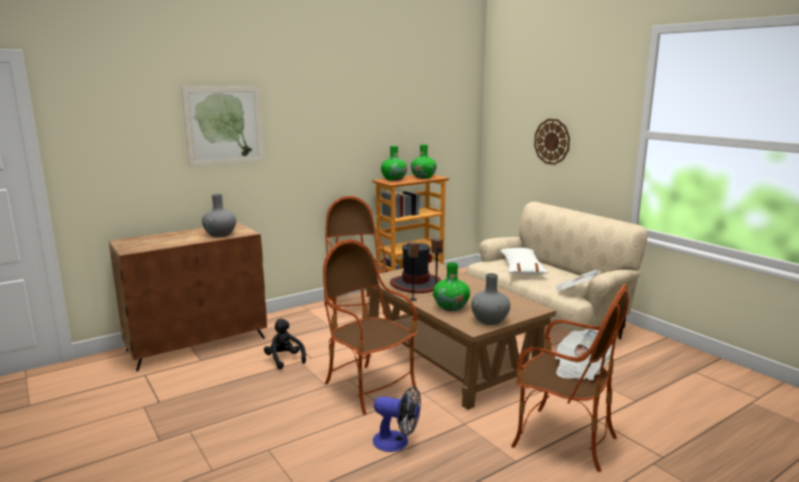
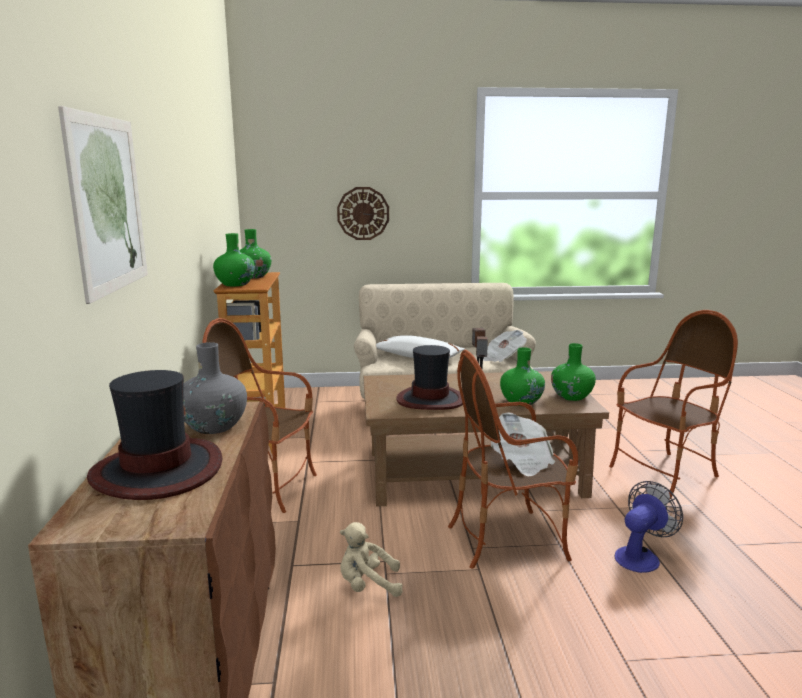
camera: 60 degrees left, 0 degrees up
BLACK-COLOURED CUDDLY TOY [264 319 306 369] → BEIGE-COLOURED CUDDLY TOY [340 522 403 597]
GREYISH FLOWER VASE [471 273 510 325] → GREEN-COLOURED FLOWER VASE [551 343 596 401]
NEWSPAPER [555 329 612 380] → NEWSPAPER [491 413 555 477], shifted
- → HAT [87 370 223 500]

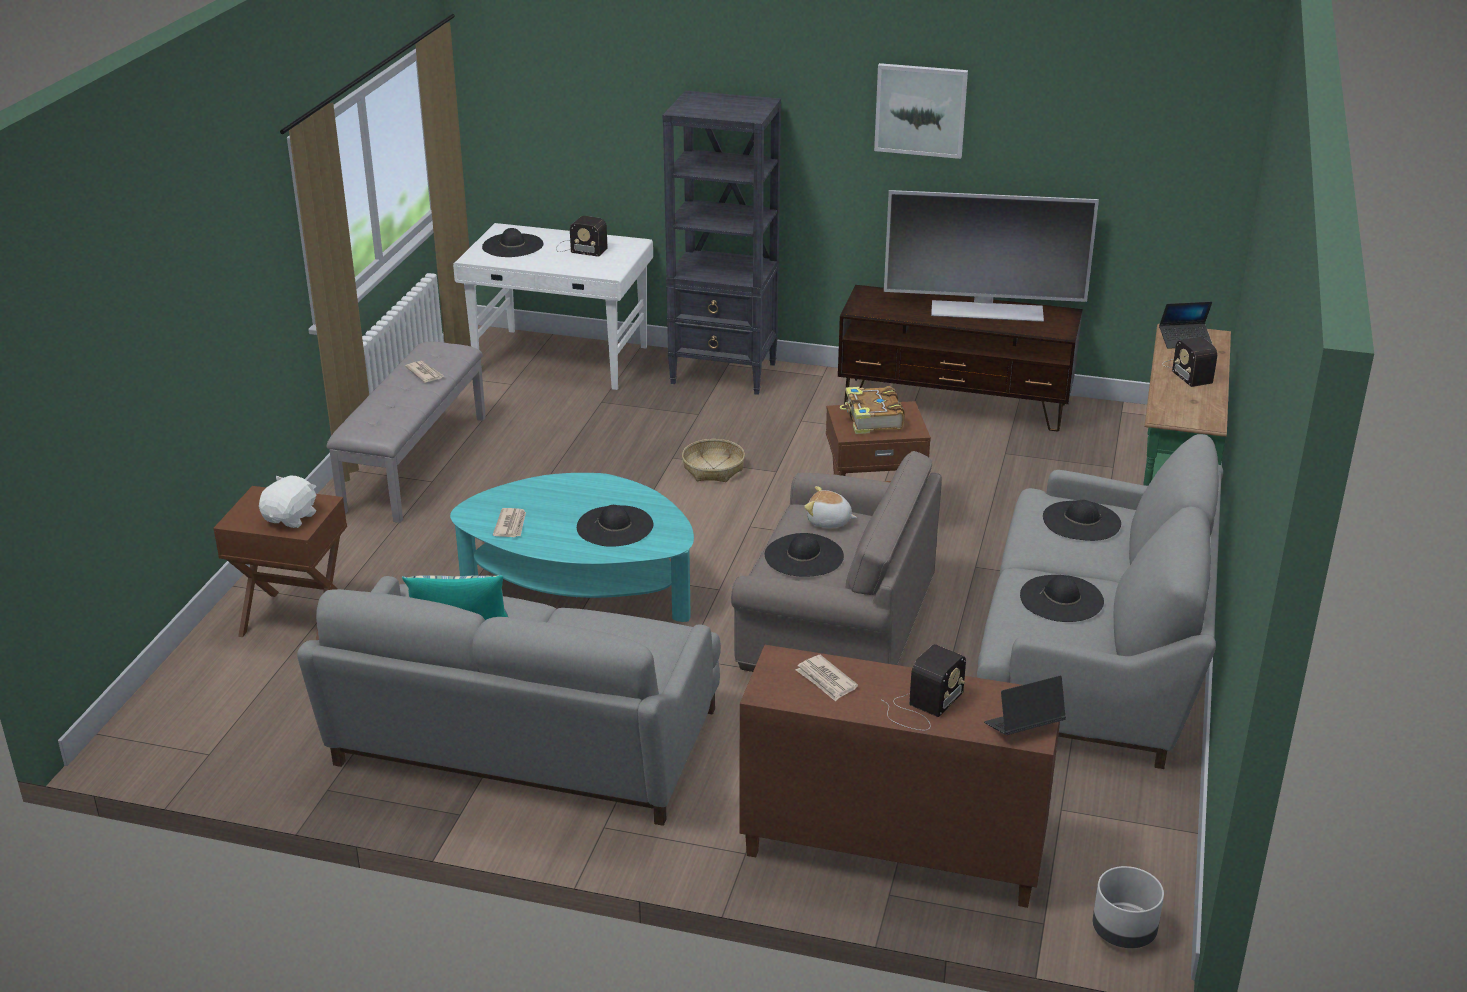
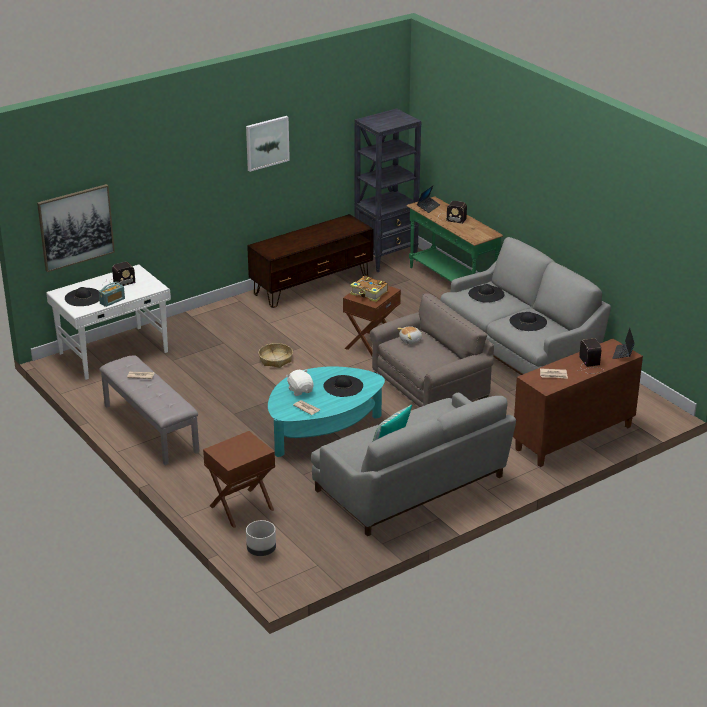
camera: 50 degrees left, 0 degrees up
WHITE-COLOURED CUDDLY TOY [259 475 316 528] → WHITE-COLOURED CUDDLY TOY [286 369 314 396], shifted
BLACK-COLOURED BOOKCASE [663 91 781 395] → BLACK-COLOURED BOOKCASE [355 108 422 272], shifted
BLACK-COLOURED HAT [765 533 844 577] → -
TELEVISION [884 190 1099 322] → -
GREYISH PLANTER [1093 866 1164 948] → GREYISH PLANTER [246 520 276 556], shifted
- → WALL ART [37 184 115 272]
- → RADIO SET [99 282 125 307]

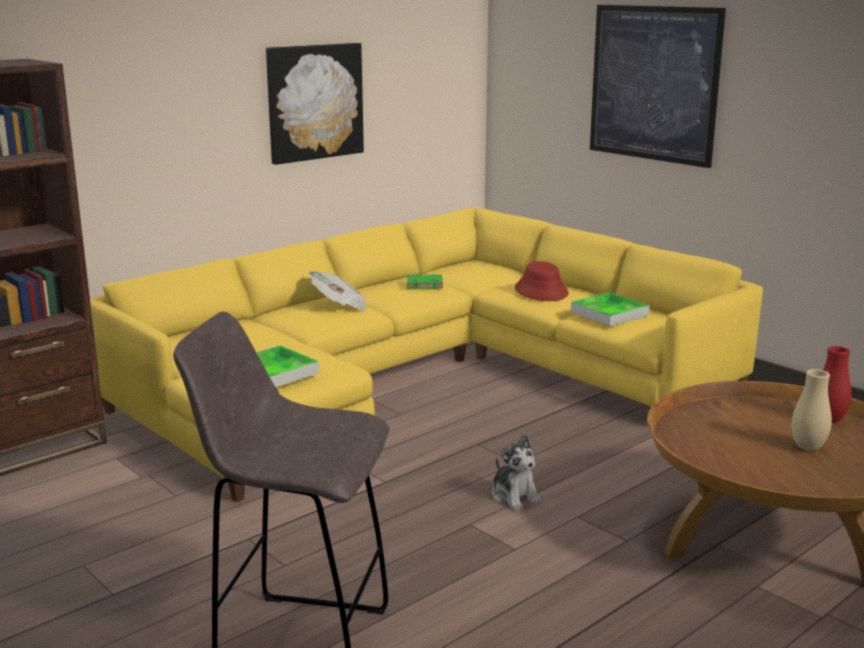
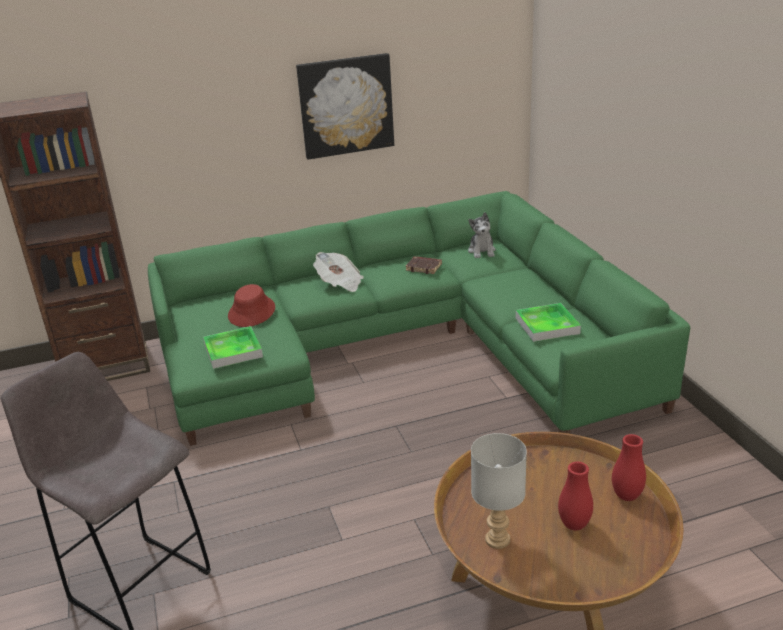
camera: 25 degrees right, 10 degrees up
YELLOWISH SETTEE [90 207 763 502] → GREEN-COLOURED SETTEE [148 191 690 446]
GREEN-COLOURED BOUND BOOK [407 274 443 289] → BROWN-COLOURED BOUND BOOK [405 256 442 274]
CUDDLY TOY [492 434 542 510] → CUDDLY TOY [468 212 496 258], shifted
RED-COLOURED HAT [515 261 569 301] → RED-COLOURED HAT [228 284 275 327], shifted
WALL ART [590 5 726 168] → -
BEIGE-COLOURED FLOWER VASE [792 369 832 451] → RED-COLOURED FLOWER VASE [558 461 593 530]
- → GREYISH TABLETOP LAMP [471 433 527 549]

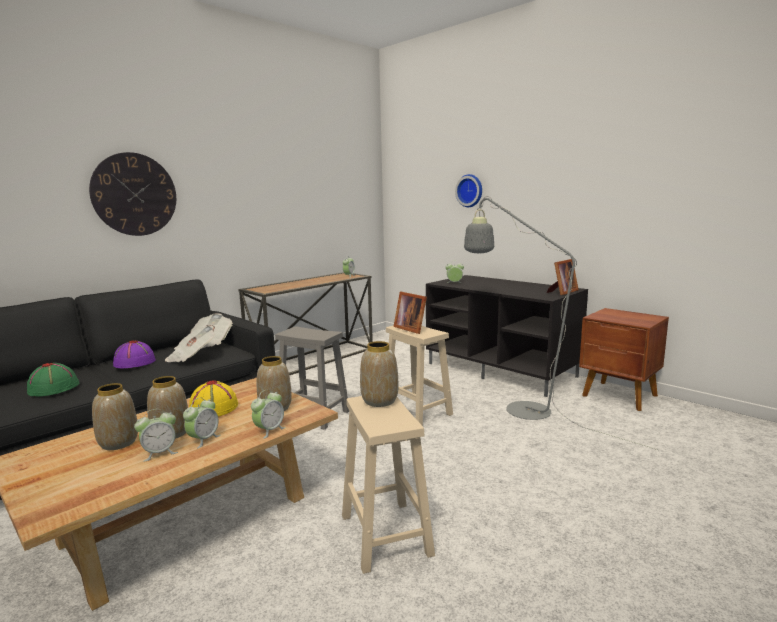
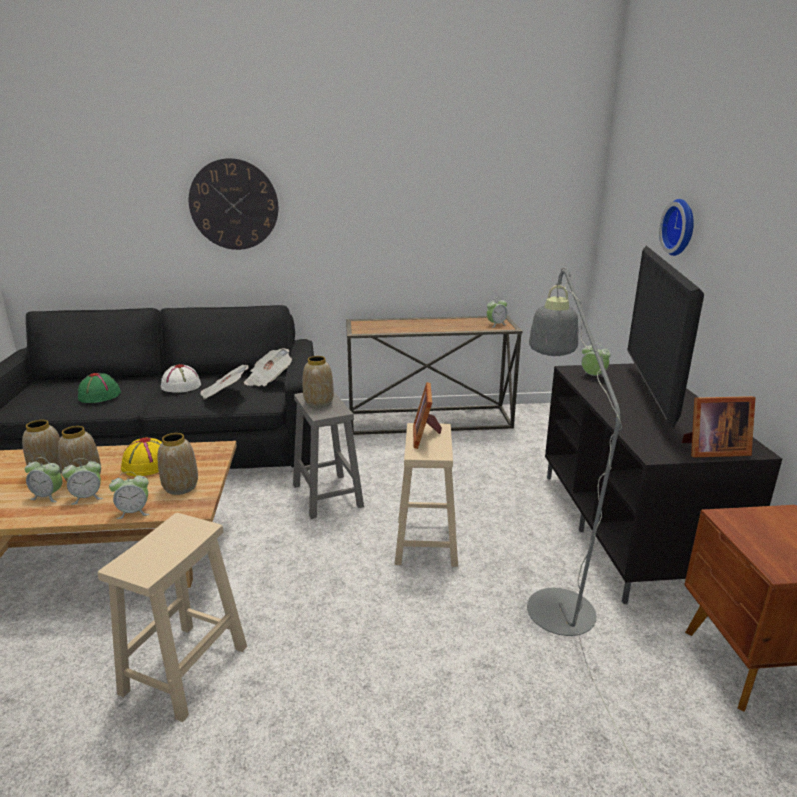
camera: 40 degrees right, 10 degrees up
PURPLE HAT [113 340 156 368] → WHITE-COLOURED HAT [161 364 201 393]
FLOWER VASE [360 341 398 407] → FLOWER VASE [303 356 334 408], shifted
- → TELEVISION [627 246 704 428]

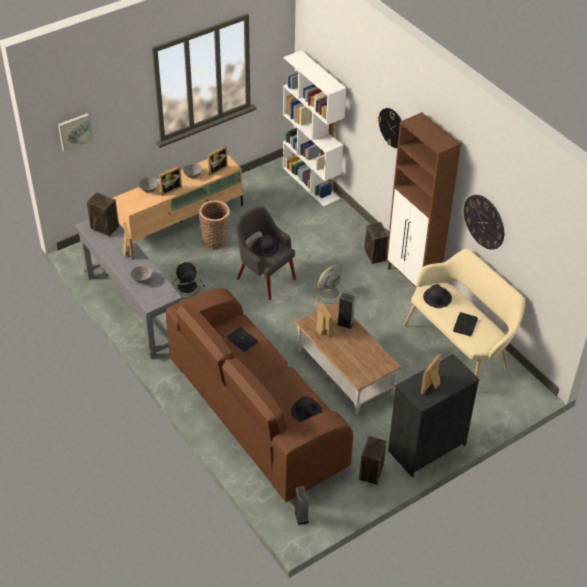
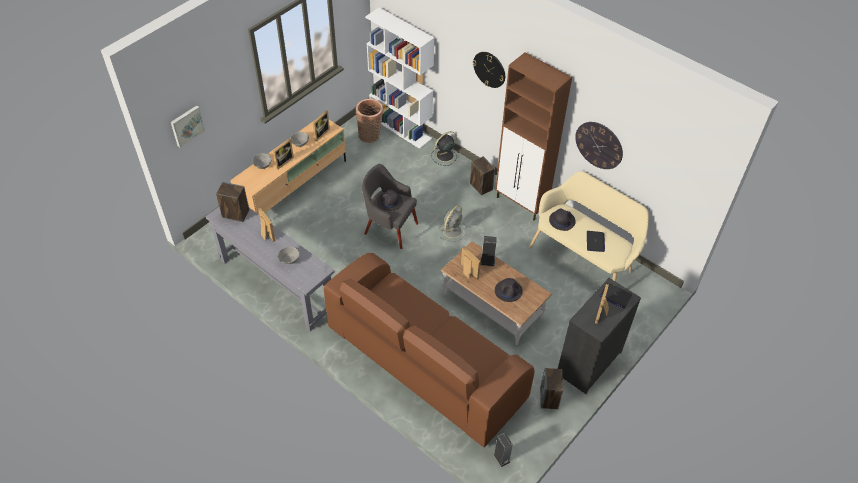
camera: 15 degrees left, 5 degrees up
BLACK-COLOURED FAN [171 260 205 299] → BLACK-COLOURED FAN [431 131 459 166], shifted
STORAGE BASKET [199 201 230 250] → STORAGE BASKET [356 99 383 143], shifted
LAPTOP [227 327 258 352] → LAPTOP [599 283 632 308], shifted
BLACK-COLOURED HAT [291 397 322 422] → BLACK-COLOURED HAT [495 278 523 302], shifted

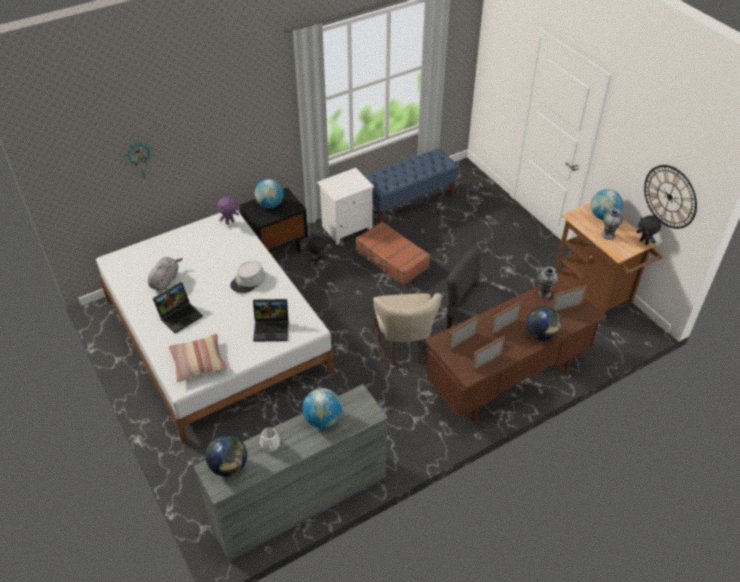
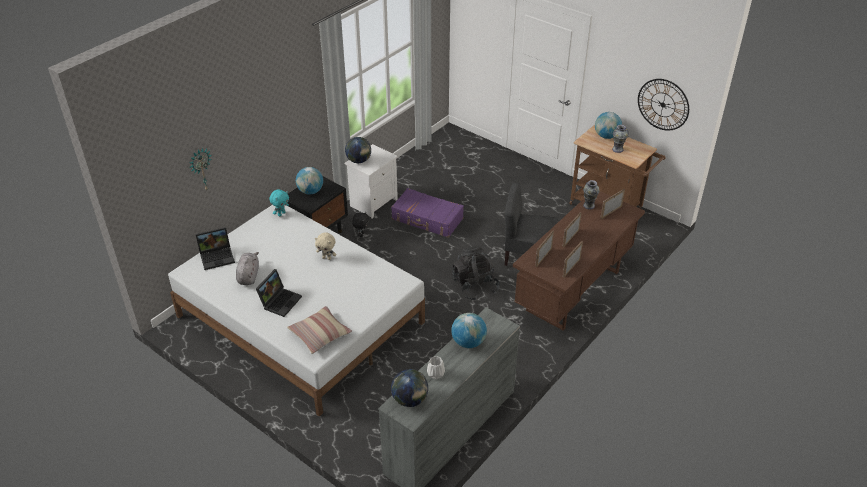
camera: 20 degrees left, 5 degrees down
PURPLE CUDDLY TOY [217 197 239 224] → BLUE-GREEN CUDDLY TOY [269 189 289 216]
GREYISH HAT [230 261 265 293] → BEIGE-COLOURED CUDDLY TOY [315 233 336 260]
LAPTOP [253 299 289 342] → LAPTOP [195 227 235 270], shifted
BROWN-COLOURED SUITCASE [356 221 430 285] → PURPLE SUITCASE [391 188 464 238]
BLUE LONG SEAT [365 148 459 224] → -
BEIGE-COLOURED UPRIGHT CHAIR [373 293 442 366] → BLACK-COLOURED BACKPACK [452 245 500 300]
GLOBE [526 306 562 341] → GLOBE [345 137 371 163], shifted
BLACK-COLOURED CUDDLY TOY [637 215 661 245] → -

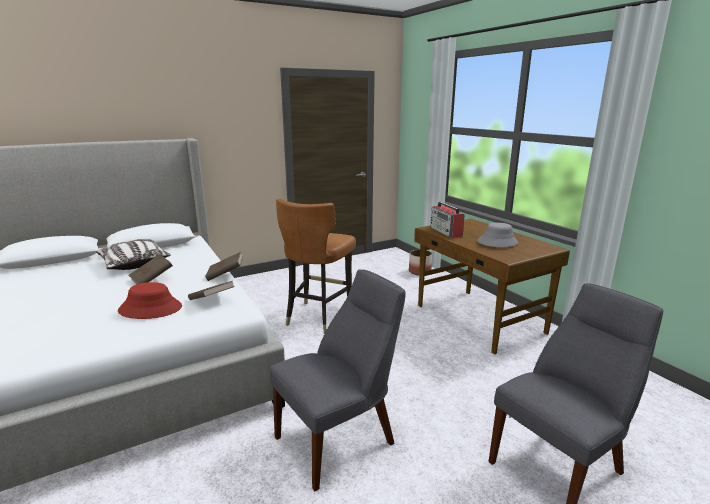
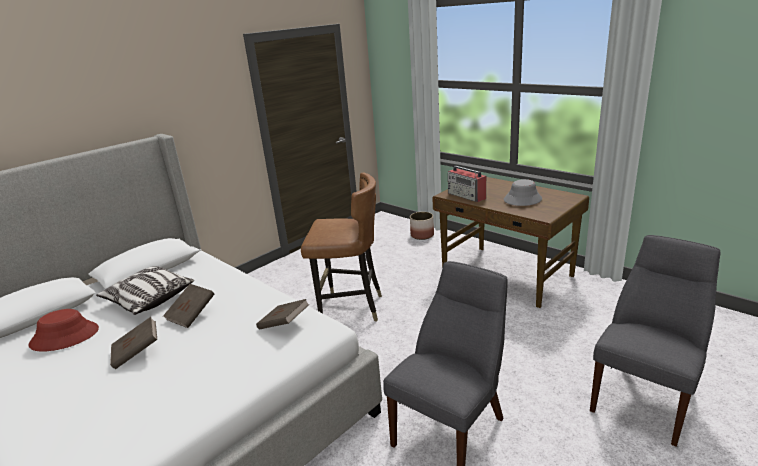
camera: 15 degrees left, 5 degrees up
RED-COLOURED HAT [118 282 182 319] → RED-COLOURED HAT [28 309 99 352], shifted
BROWN-COLOURED BOUND BOOK [205 252 243 281] → BROWN-COLOURED BOUND BOOK [110 317 157 369], shifted
BROWN-COLOURED UPRIGHT CHAIR [276 198 356 334] → BROWN-COLOURED UPRIGHT CHAIR [301 172 382 322], 90 degrees counterclockwise

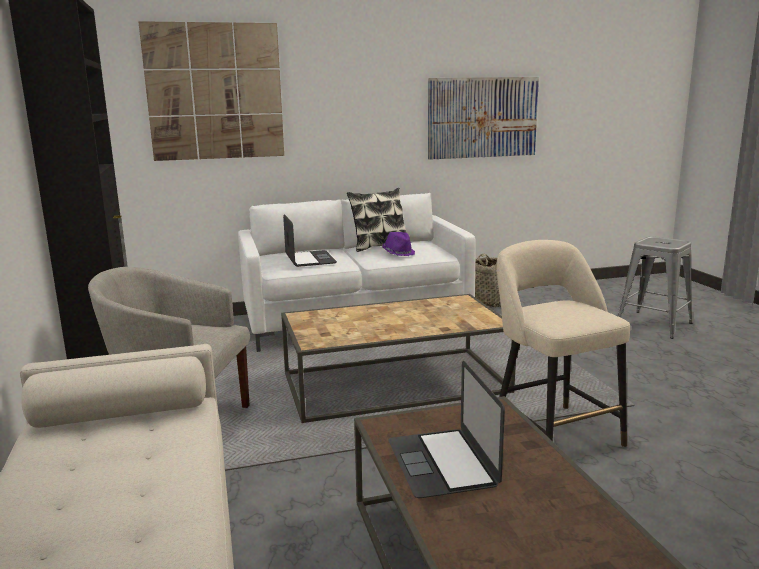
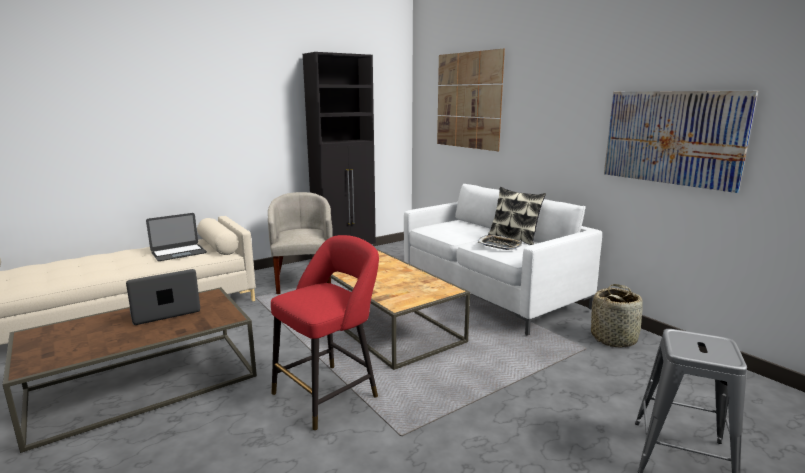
camera: 70 degrees right, 0 degrees up
LAPTOP [283 214 337 267] → LAPTOP [146 213 207 261], shifted
PURPLE HAT [382 232 415 256] → CARRYING TRAY [478 235 522 250]
BEIGE-COLOURED STOOL [497 240 630 447] → RED-COLOURED STOOL [271 235 379 431]

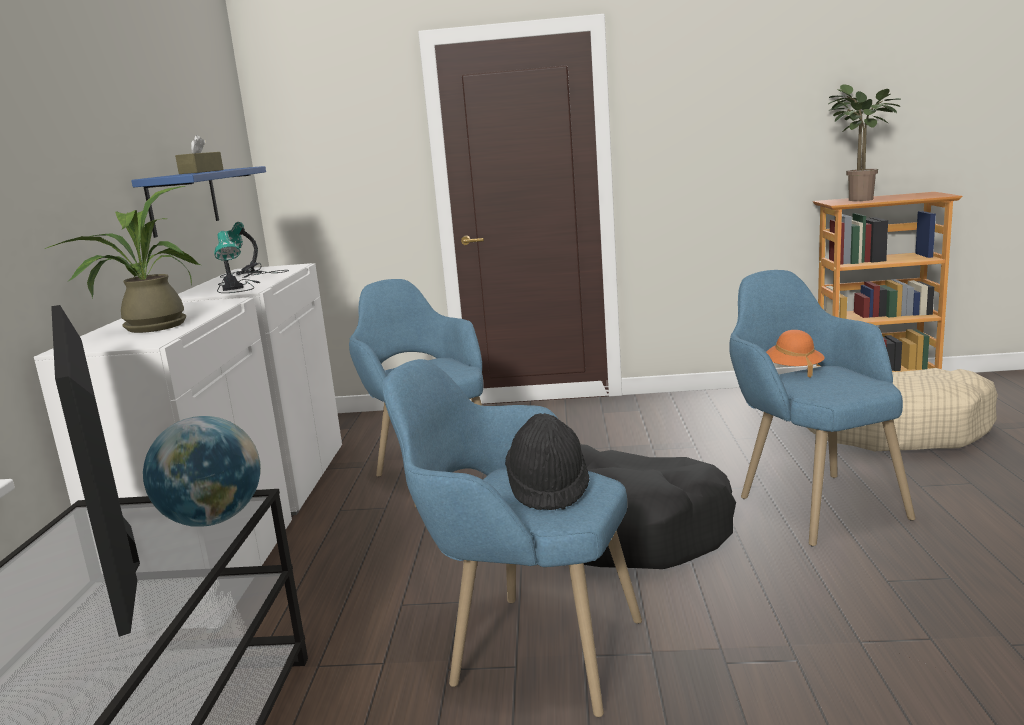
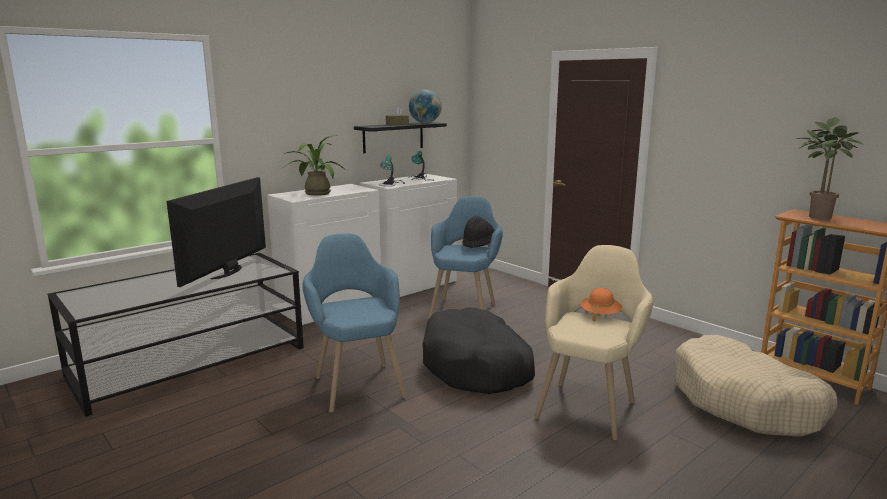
camera: 45 degrees right, 0 degrees up
BLUE SHELF [131 166 266 238] → BLACK-COLOURED SHELF [354 122 447 153]
GLOBE [143 416 261 527] → GLOBE [409 90 442 123], shifted
BLACK-COLOURED HAT [505 413 590 510] → BLACK-COLOURED HAT [462 216 495 248], shifted
BLUE LOUNGE CHAIR [729 270 915 547] → BEIGE-COLOURED LOUNGE CHAIR [534 245 653 441]

